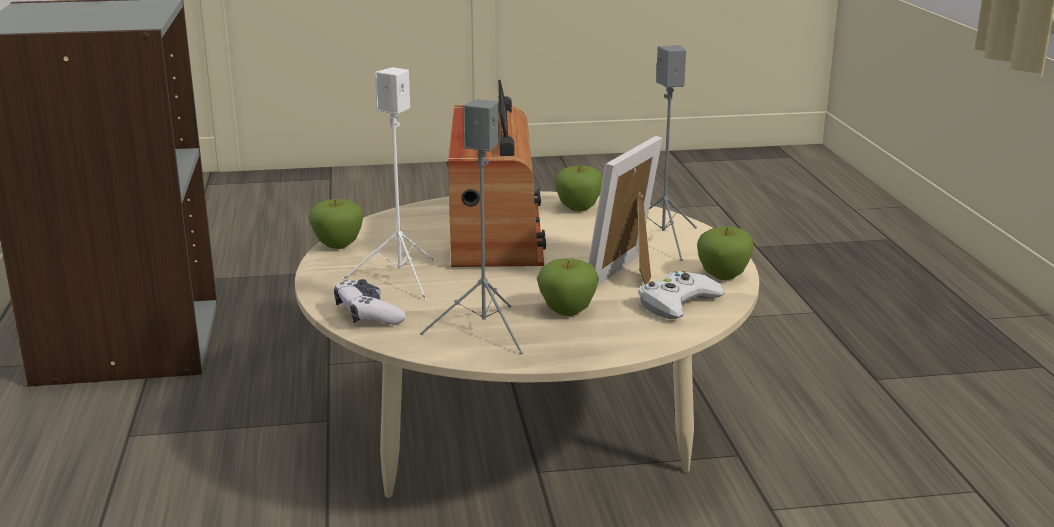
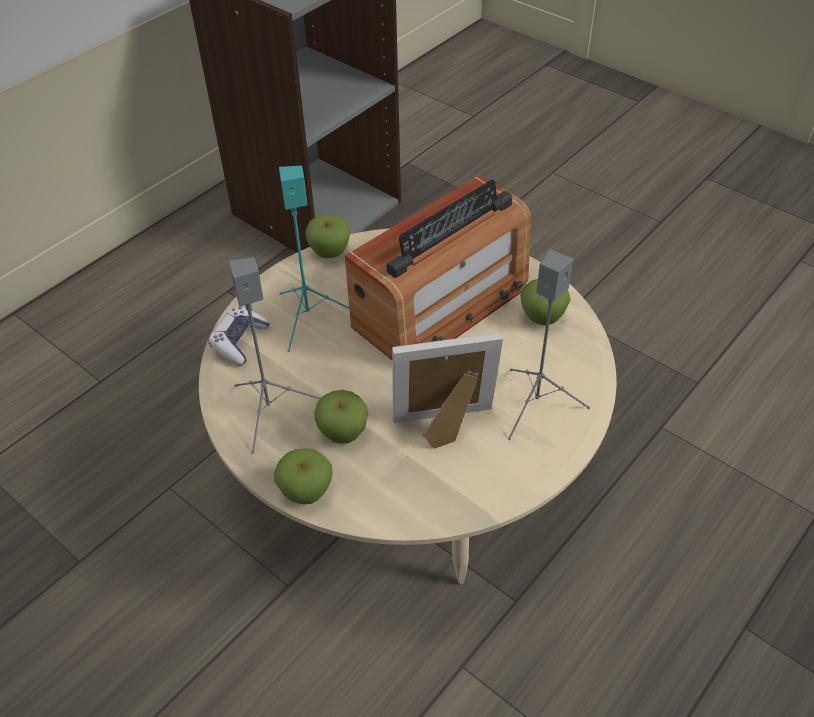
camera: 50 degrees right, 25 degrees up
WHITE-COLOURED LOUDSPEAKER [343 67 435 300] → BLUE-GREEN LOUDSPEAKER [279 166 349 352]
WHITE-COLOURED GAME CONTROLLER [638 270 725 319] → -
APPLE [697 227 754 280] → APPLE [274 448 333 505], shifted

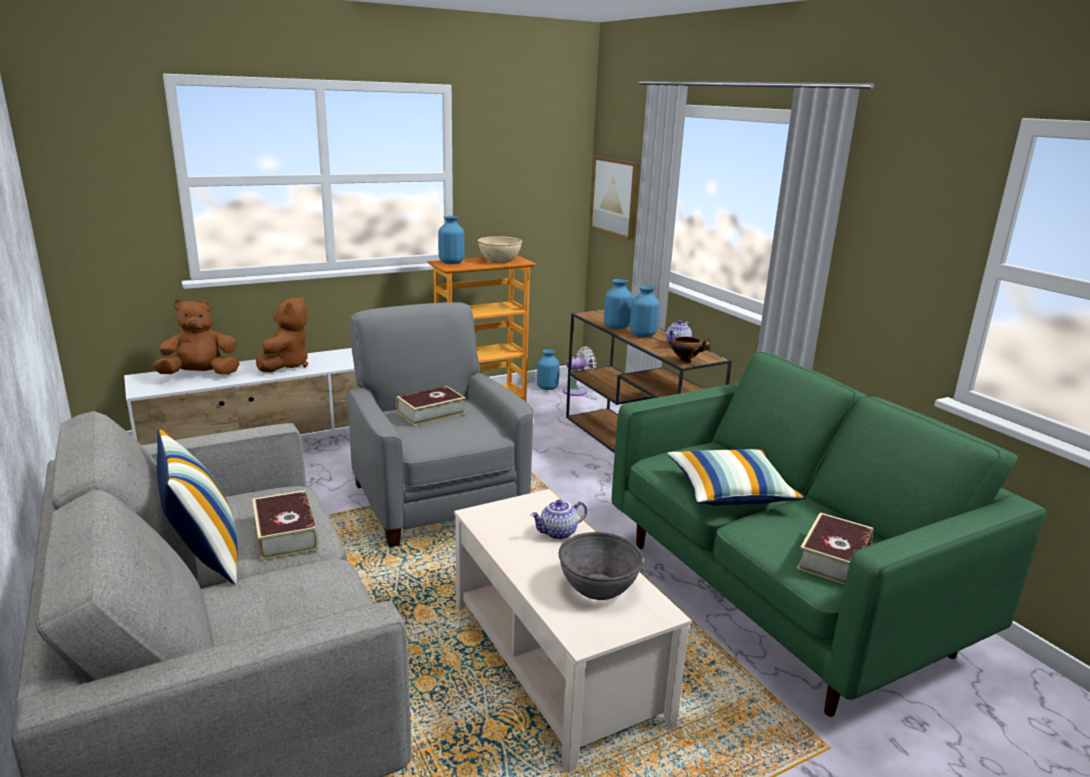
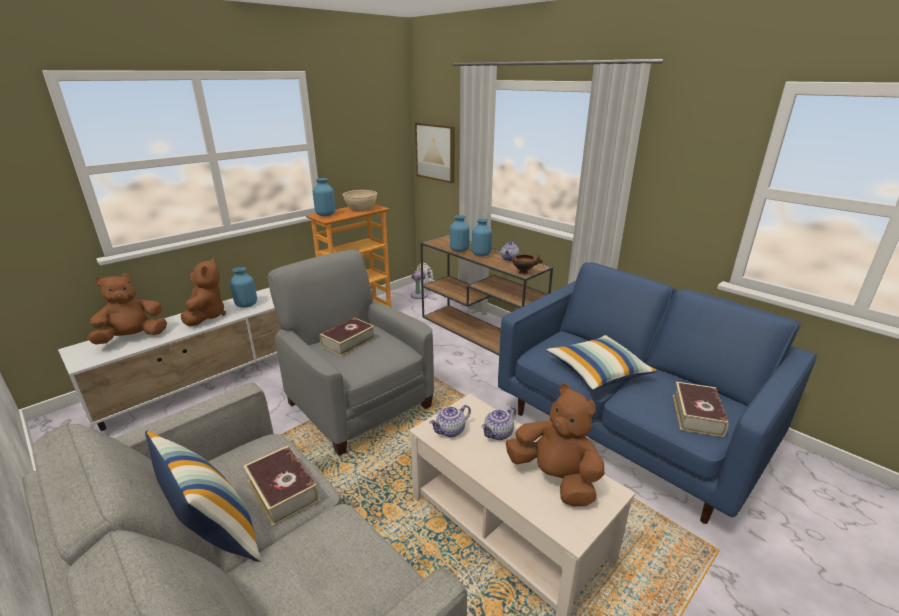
camera: 15 degrees left, 5 degrees up
BLUE FLOWER VASE [537 349 559 390] → BLUE FLOWER VASE [230 267 257 308], shifted
GREYISH BOWL [559 532 643 600] → BROWN-COLOURED CUDDLY TOY [506 384 605 506]
GREEN-COLOURED SETTEE [612 352 1046 717] → BLUE SETTEE [498 263 817 524]
- → TEAPOT [429 405 471 437]

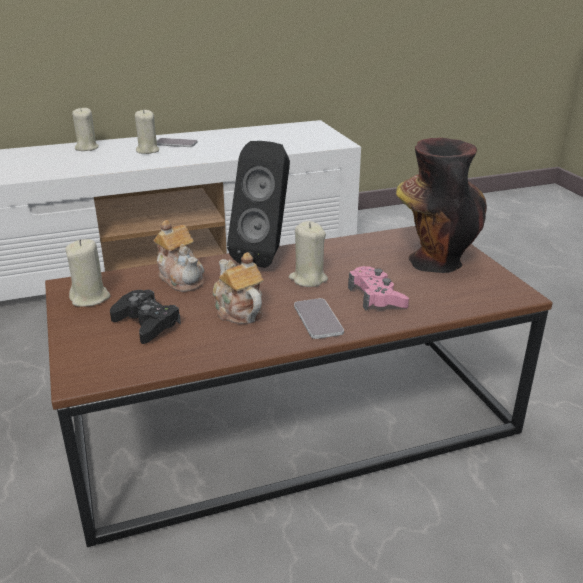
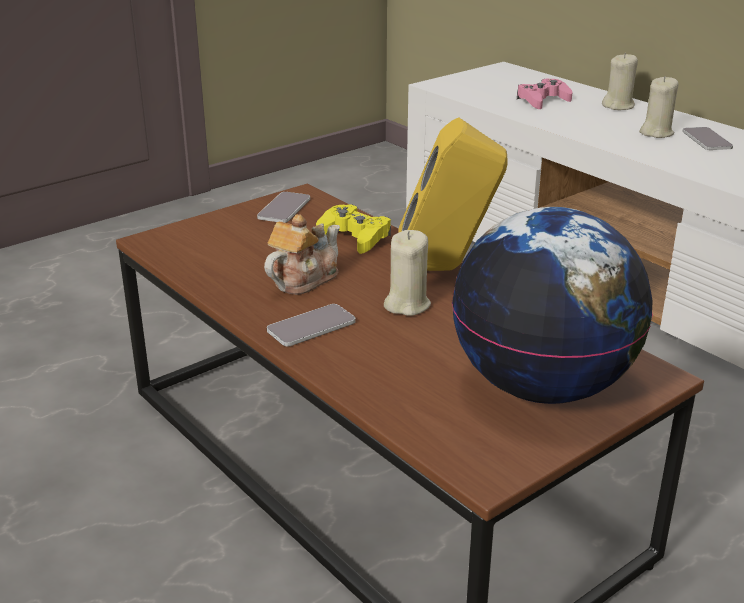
camera: 70 degrees right, 0 degrees up
BEIGE-COLOURED WAX CANDLE [65 239 110 307] → HANDSET [257 192 310 223]
BLACK-COLOURED GAME CONTROLLER [110 290 181 344] → -
TEAPOT [153 220 205 292] → YELLOWISH GAME CONTROLLER [316 204 391 254]
BLACK-COLOURED LOUDSPEAKER [227 141 290 268] → YELLOWISH LOUDSPEAKER [398 118 508 271]
PINK-COLOURED GAME CONTROLLER [348 266 409 310] → PINK-COLOURED GAME CONTROLLER [517 78 573 109], shifted
FLOWER VASE [396 138 487 273] → GLOBE [452 207 653 404]

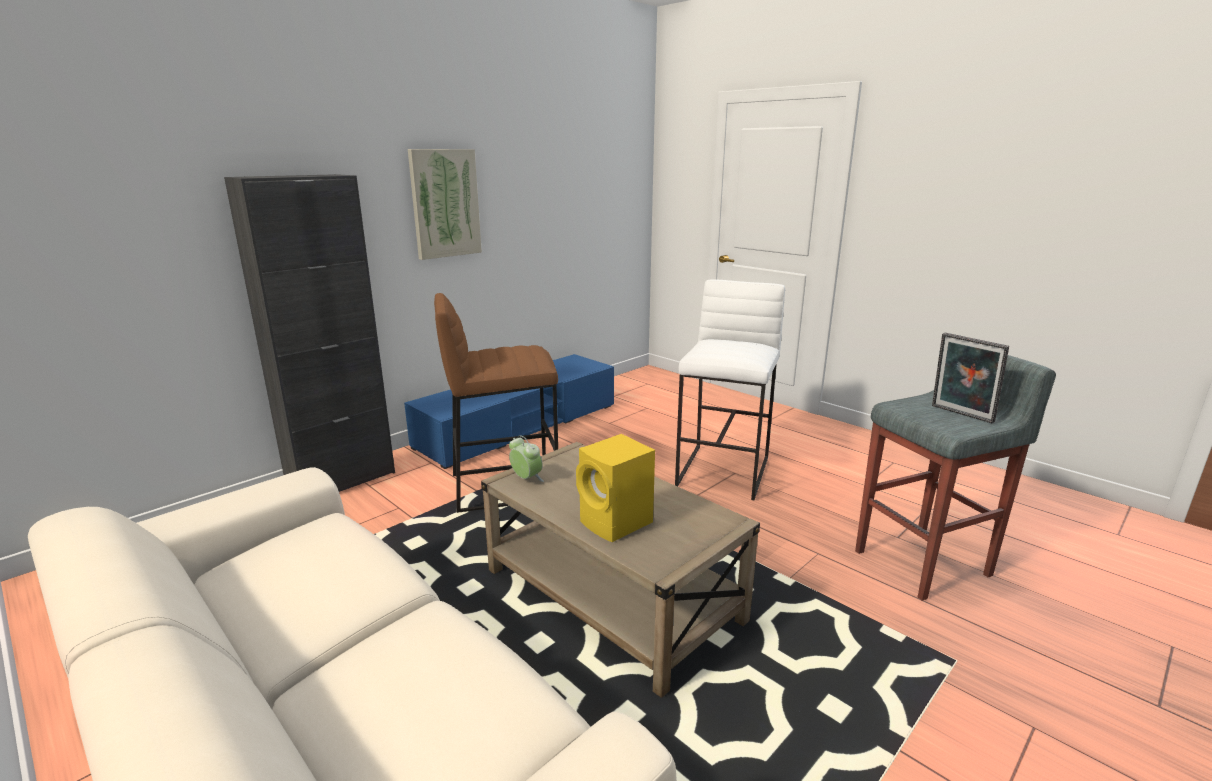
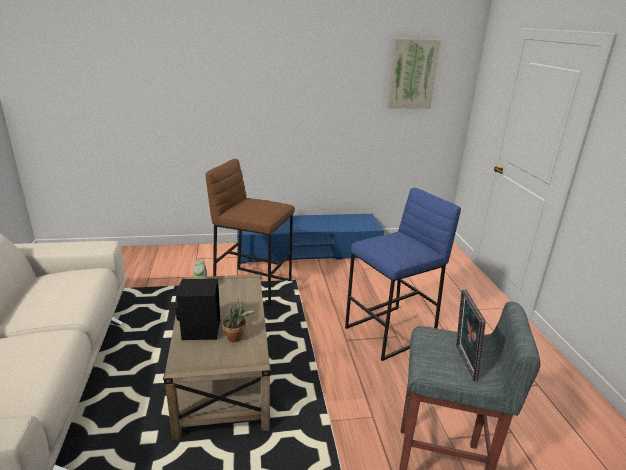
camera: 35 degrees right, 5 degrees up
BLACK-COLOURED STORAGE CABINET [224 174 395 492] → -
WALL ART [408 149 482 260] → WALL ART [388 38 441 109], shifted
YELLOWISH LOUDSPEAKER [576 434 655 542] → BLACK-COLOURED LOUDSPEAKER [175 279 220 340]
WHITE-COLOURED STOOL [675 279 785 500] → BLUE STOOL [345 188 461 361]
- → HOUSEPLANT [222 299 255 342]

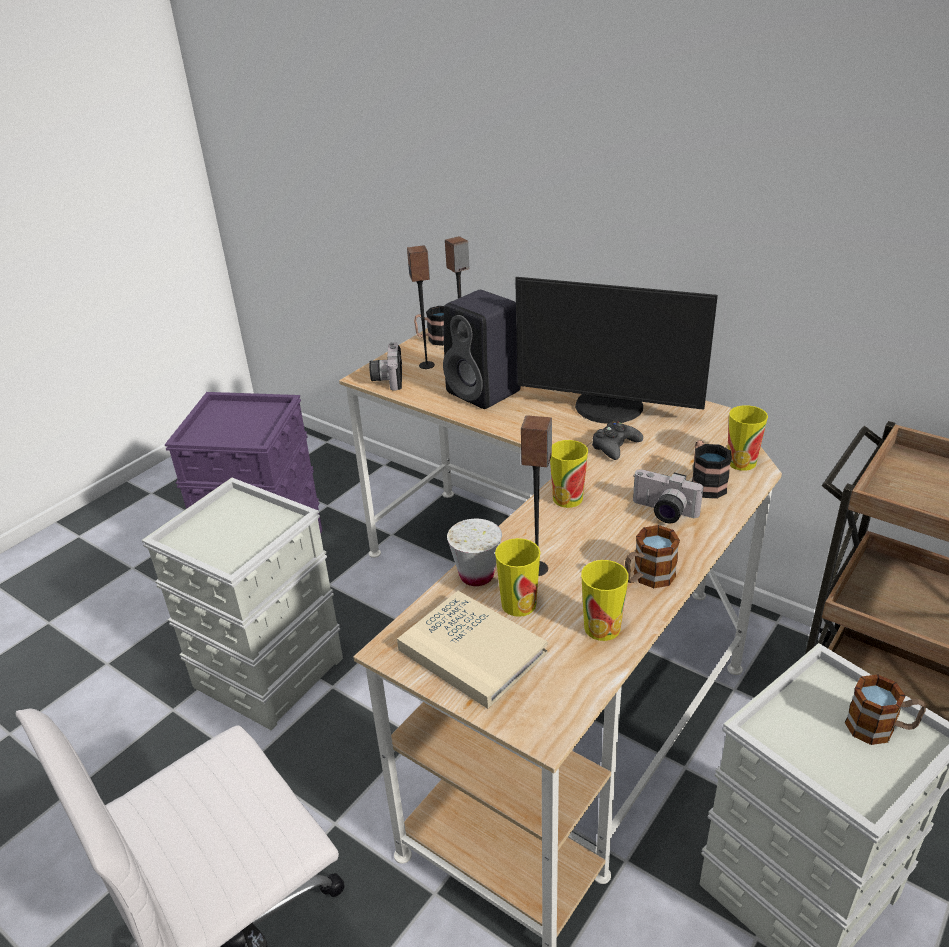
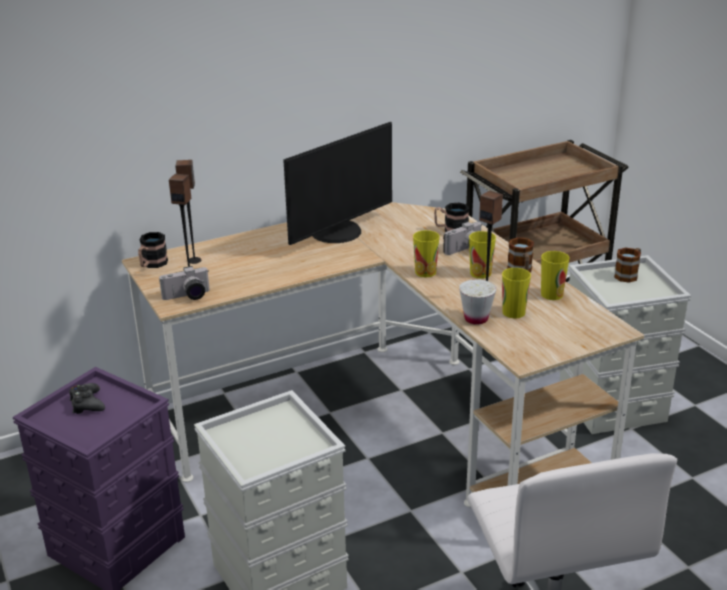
camera: 65 degrees left, 5 degrees down
STILL CAMERA [369 342 402 391] → STILL CAMERA [159 266 210 300], 45 degrees counterclockwise
BEIGE-COLOURED BOUND BOOK [397 591 547 709] → -
BLACK-COLOURED LOUDSPEAKER [443 290 521 409] → -
BLACK-COLOURED GAME CONTROLLER [592 421 643 460] → BLACK-COLOURED GAME CONTROLLER [69 383 105 414], shifted
DRINKING CUP [727 405 768 471] → DRINKING CUP [469 231 496 279], shifted

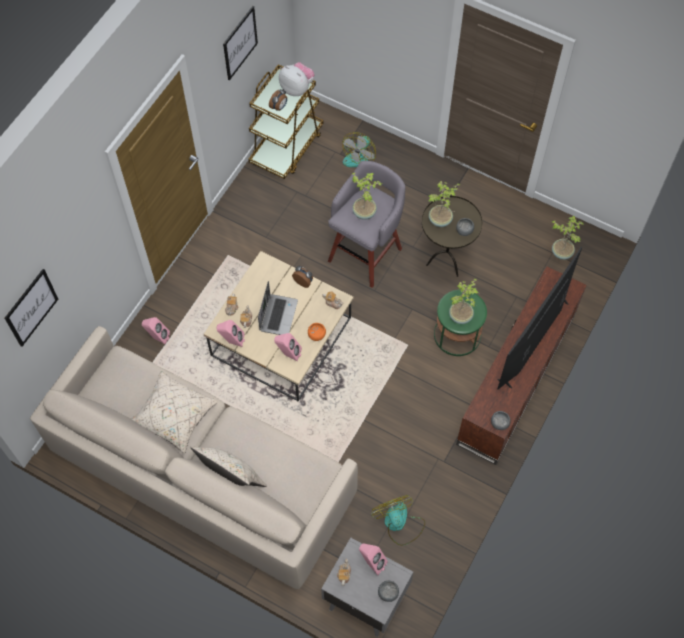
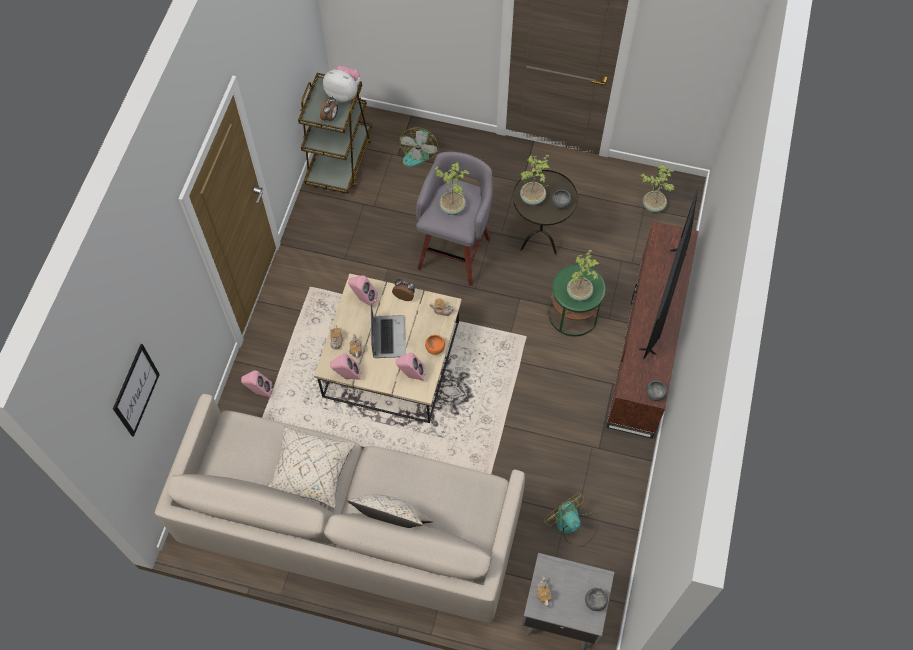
camera: 15 degrees left, 0 degrees up
WALL ART [223 6 258 81] → -
PINK-COLOURED LOUDSPEAKER [359 543 388 575] → PINK-COLOURED LOUDSPEAKER [348 275 378 307], shifted

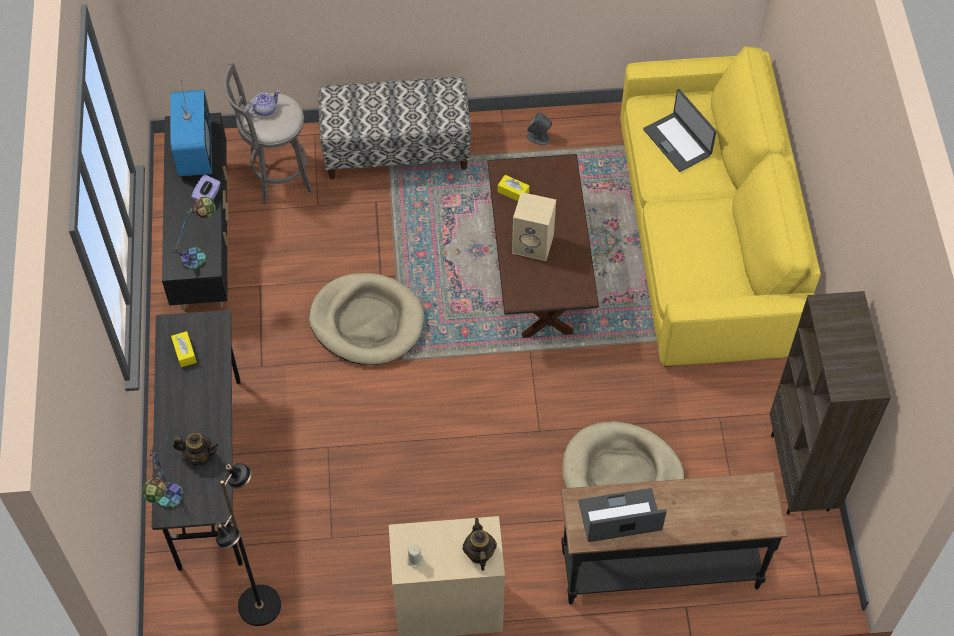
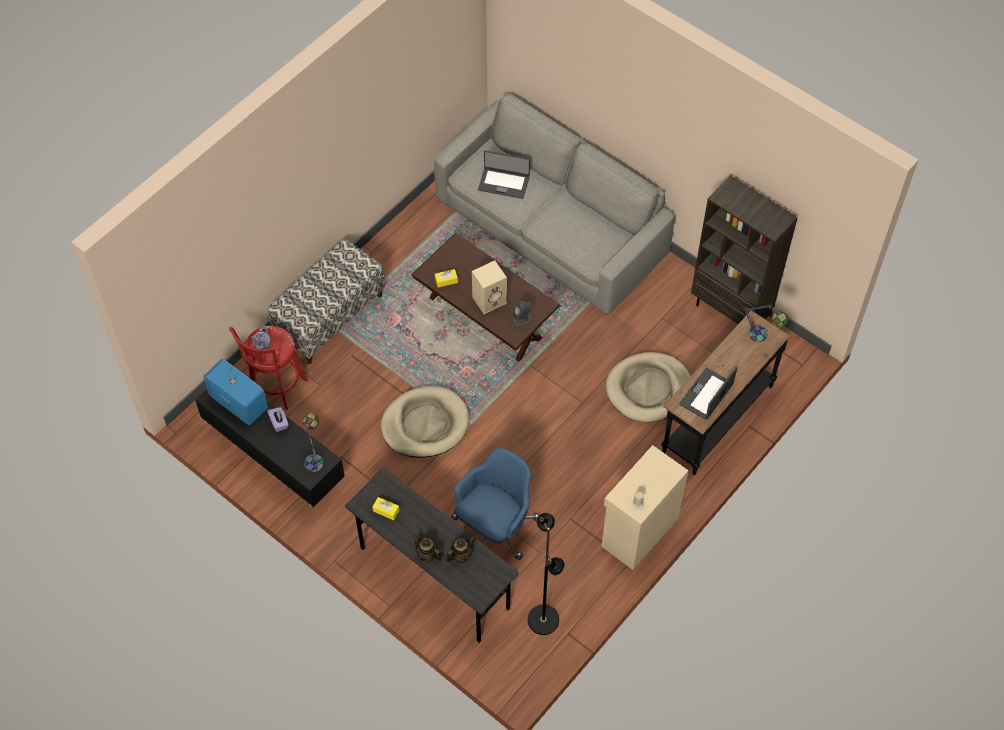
camera: 45 degrees left, 0 degrees up
TABLETOP LAMP [142 446 184 509] → TABLETOP LAMP [743 305 789 342], shifted
GREYISH STOOL [224 62 313 204] → RED-COLOURED STOOL [229 326 308 410]
TEAPOT [463 518 497 571] → TEAPOT [413 535 442 563], shifted
GREYISH LOUDSPEAKER [527 112 552 145] → GREYISH LOUDSPEAKER [513 301 533 326], shifted
YELLOWISH SETTEE [620 46 821 367] → GREYISH SETTEE [434 94 675 315]
- → BLUE OFFICE CHAIR [451 448 539 560]

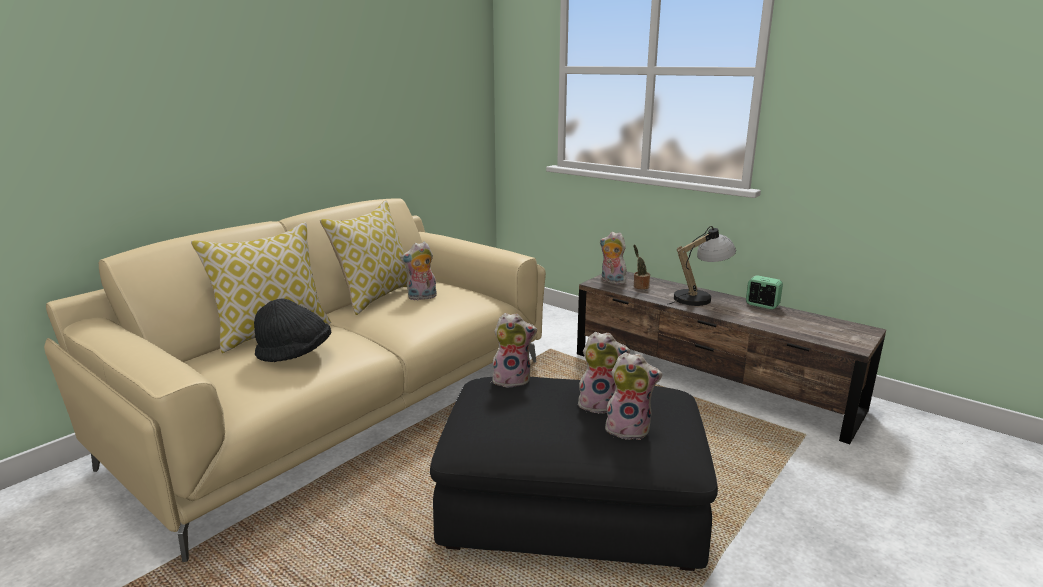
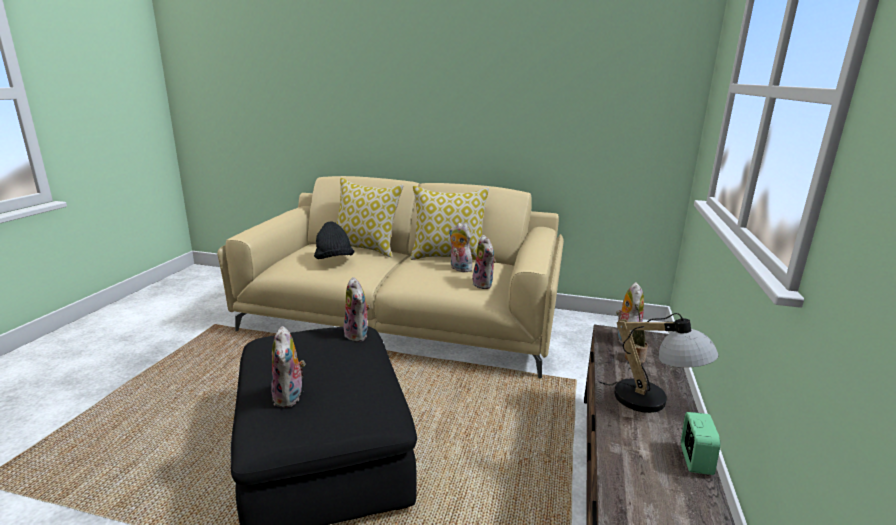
camera: 65 degrees right, 0 degrees up
CUDDLY TOY [577 332 630 414] → CUDDLY TOY [472 235 496 289], shifted

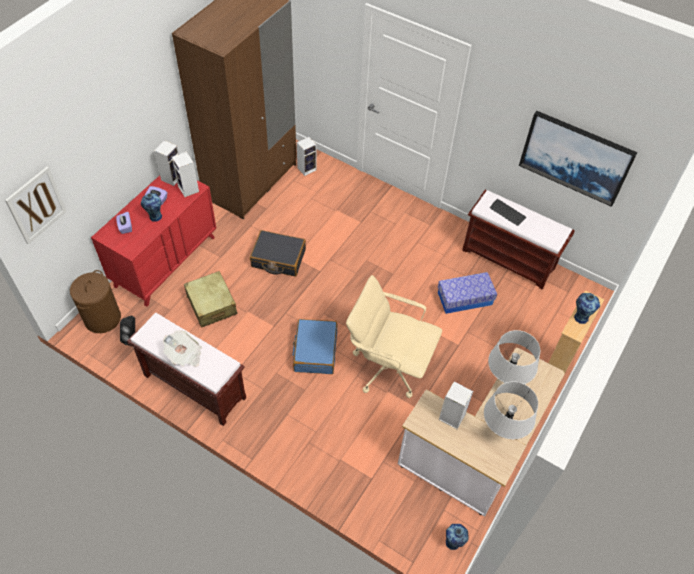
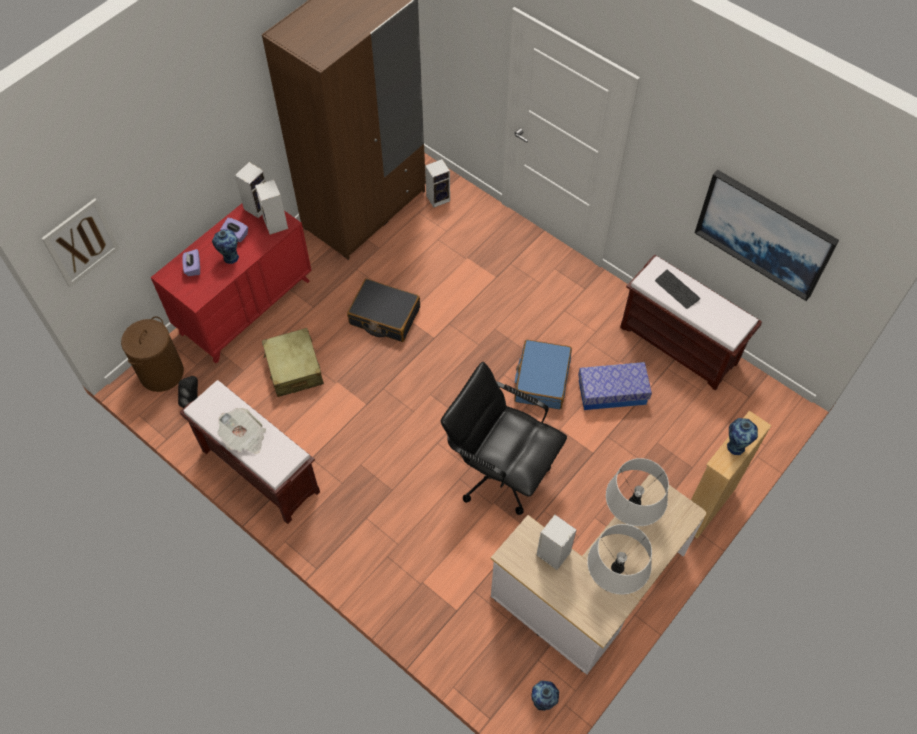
camera: 10 degrees right, 5 degrees up
BLUE SUITCASE [293 319 337 374] → BLUE SUITCASE [514 340 572 410], shifted
BEIGE-COLOURED OFFICE CHAIR [346 275 442 398] → BLACK-COLOURED OFFICE CHAIR [441 362 567 515]

